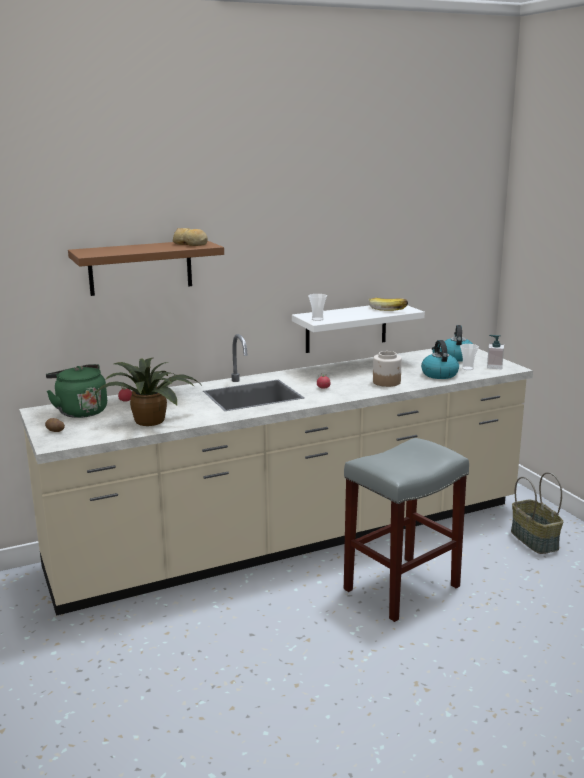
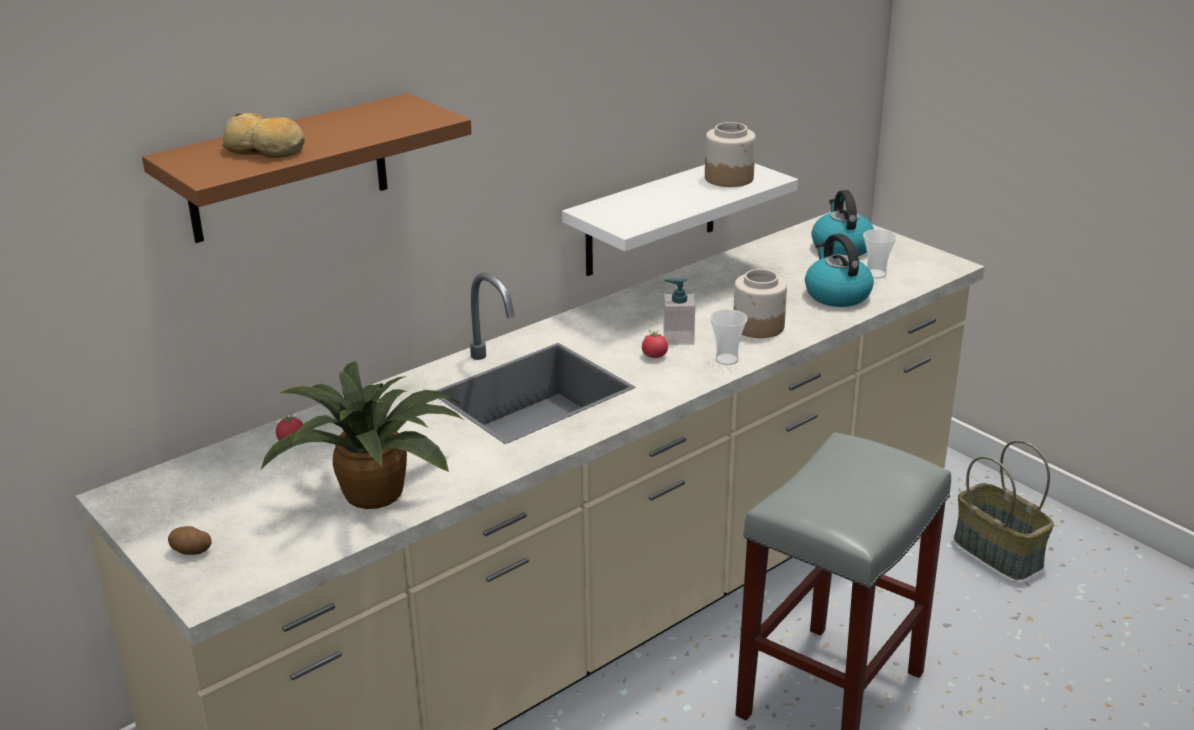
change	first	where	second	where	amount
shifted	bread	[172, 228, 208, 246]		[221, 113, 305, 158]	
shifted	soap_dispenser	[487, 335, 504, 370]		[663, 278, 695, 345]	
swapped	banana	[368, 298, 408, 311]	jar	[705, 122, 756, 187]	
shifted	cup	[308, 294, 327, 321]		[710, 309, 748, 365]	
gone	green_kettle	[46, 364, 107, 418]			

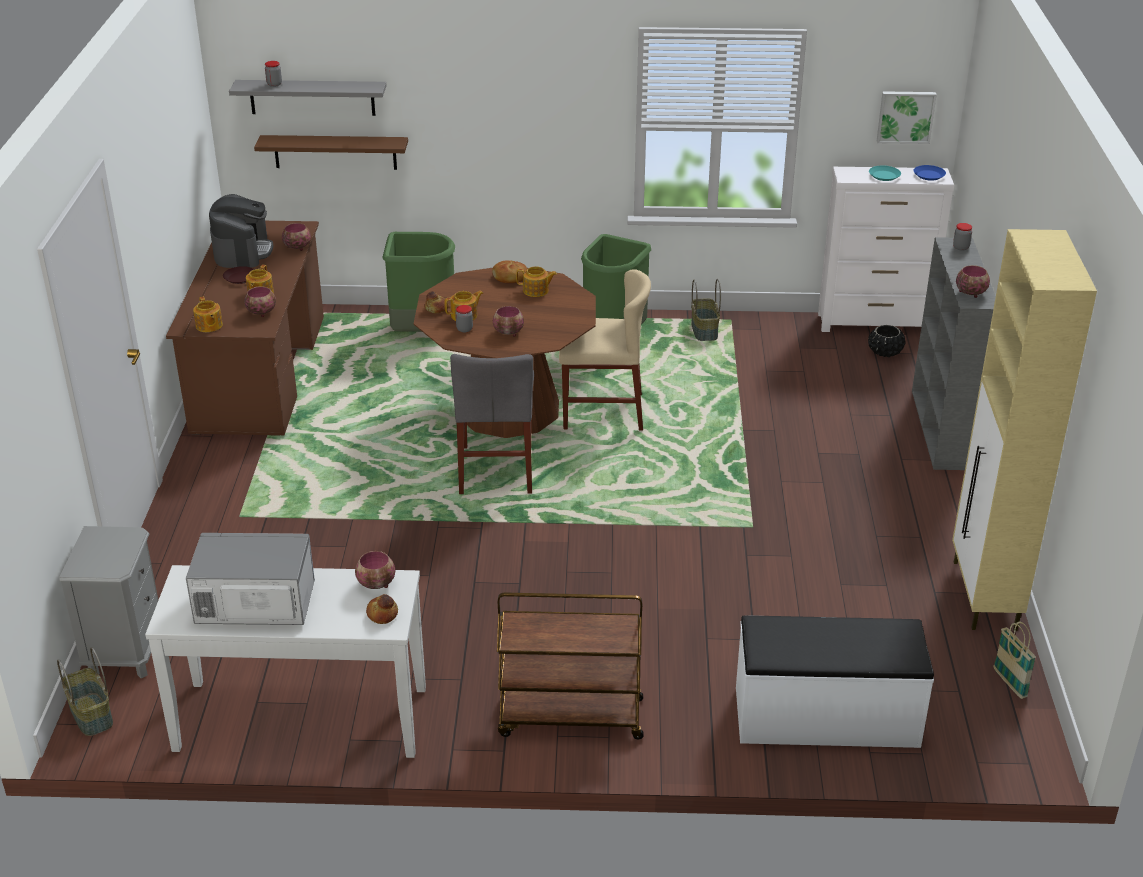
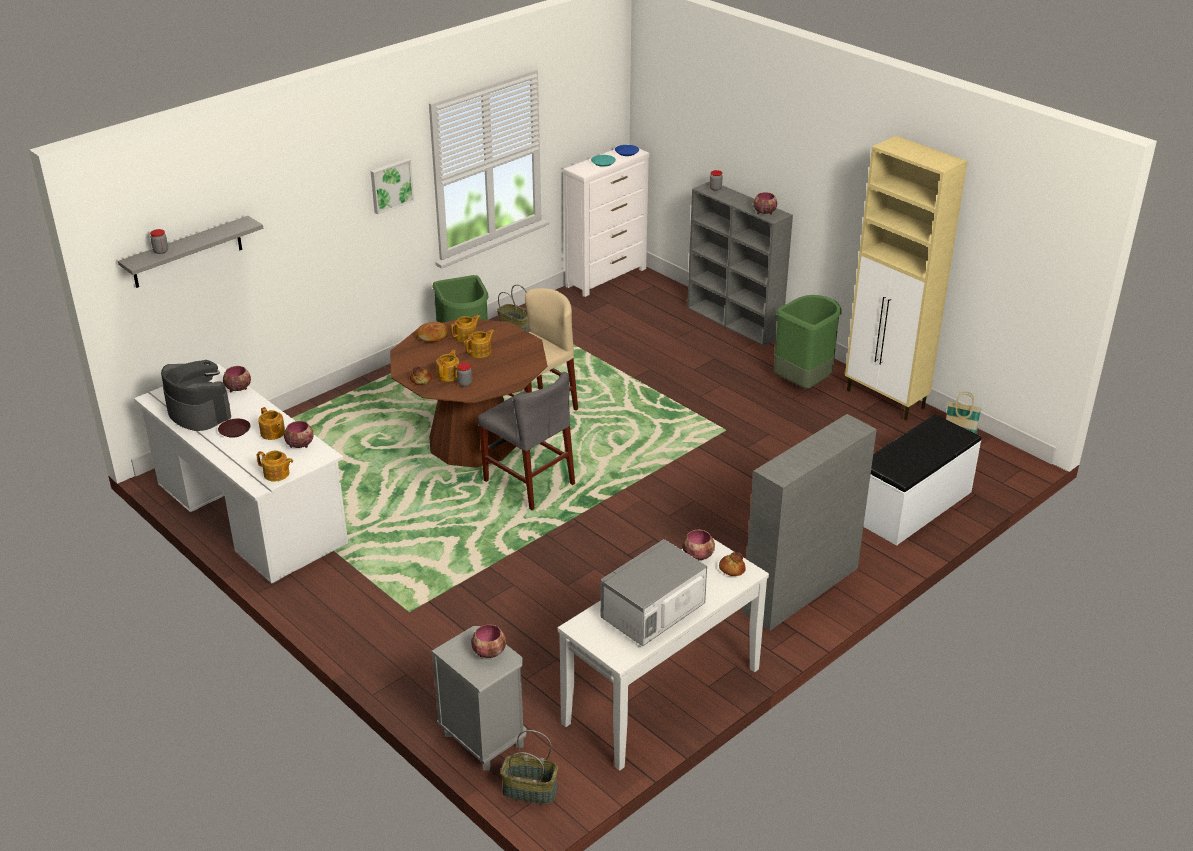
change	first	where	second	where	amount
repainted	brown_desk	[166, 221, 324, 436]	white_desk	[134, 364, 348, 583]	
shifted	picture	[877, 91, 937, 144]		[371, 158, 414, 214]	
new			teapot	[465, 330, 495, 358]	
shifted	bowl	[493, 306, 524, 337]		[471, 624, 506, 658]	
swapped	brown_cart	[497, 592, 644, 739]	grey_bookcase	[742, 414, 877, 631]	
shifted	green_trash_can	[382, 232, 455, 332]		[774, 295, 842, 389]	
gone	brown_shelf	[254, 135, 408, 170]			
gone	black_planter	[868, 325, 905, 357]			

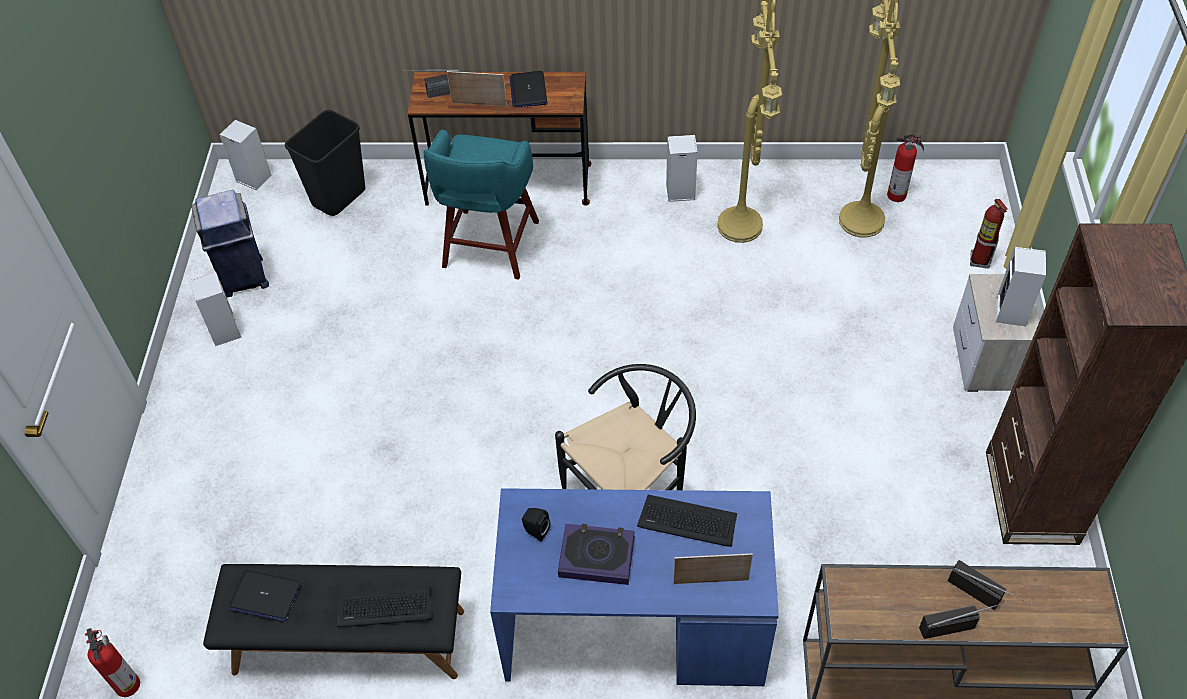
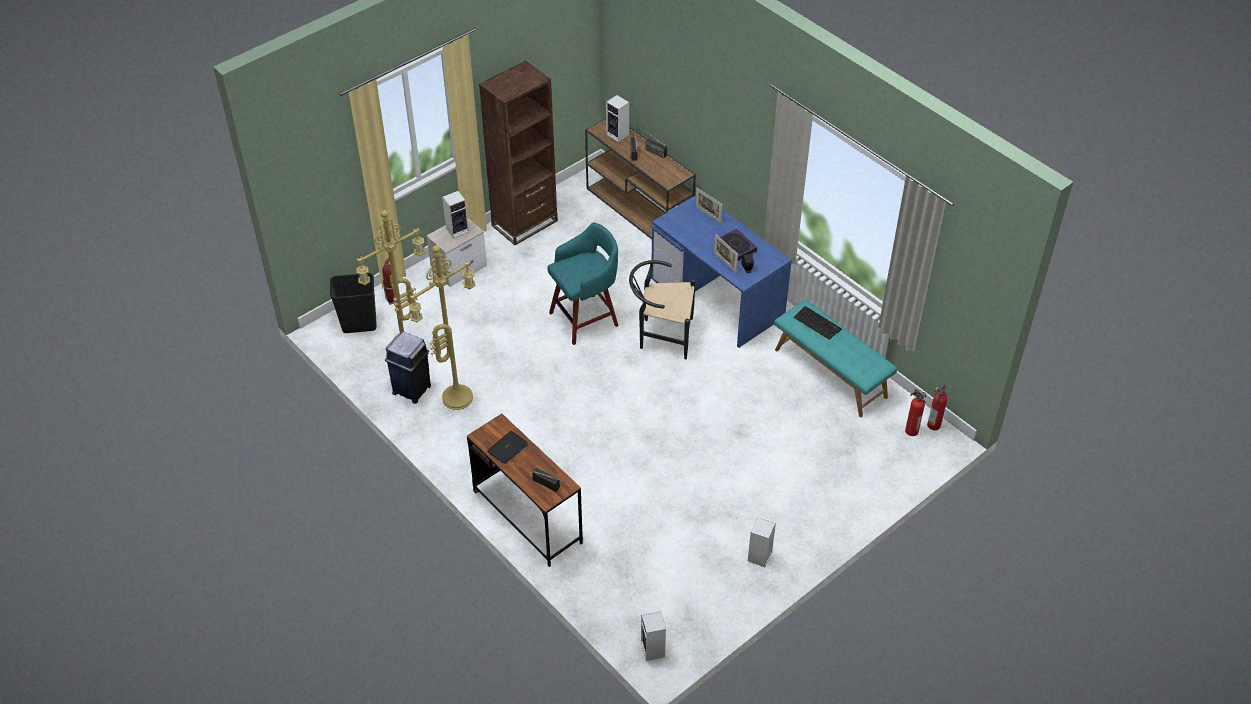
change	first	where	second	where	amount
shifted	black_trash_can	[285, 110, 365, 216]		[330, 273, 376, 333]	
shifted	blue_trash_can	[191, 190, 269, 298]		[385, 331, 431, 404]	
shifted	turquoise_stool	[424, 129, 539, 280]		[547, 222, 619, 345]	
shifted	speaker	[666, 135, 698, 202]		[606, 95, 629, 142]	
shifted	picture_frame	[447, 71, 507, 106]		[714, 234, 738, 273]	
repainted	black_bench	[203, 564, 464, 679]	turquoise_bench	[774, 300, 897, 417]	
shifted	fire_extinguisher	[887, 134, 924, 202]		[905, 389, 927, 436]	
gone	laptop	[229, 570, 301, 622]			
gone	keyboard	[637, 495, 737, 547]			

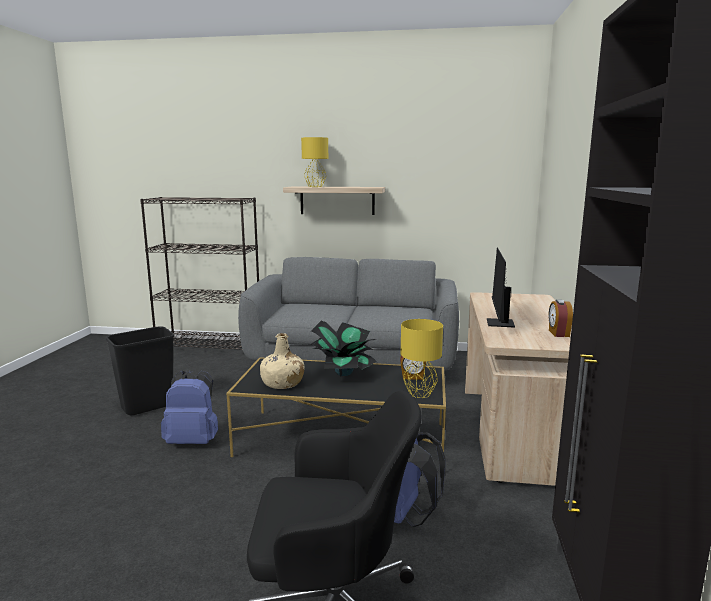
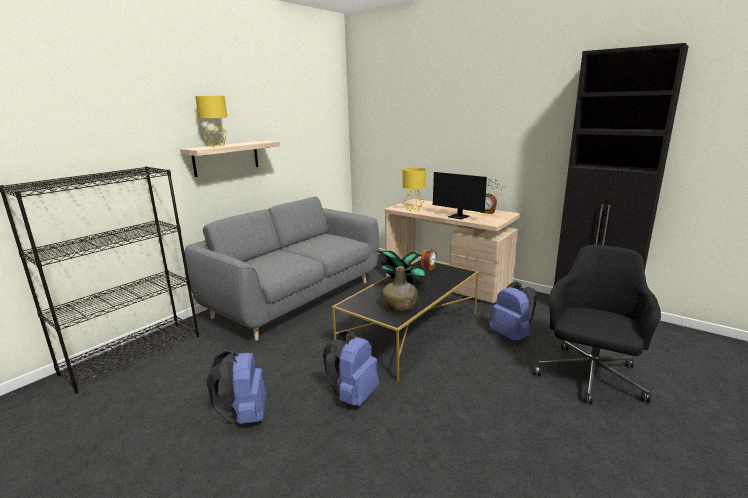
change	first	where	second	where	amount
swapped	black_trash_can	[106, 326, 175, 415]	blue_backpack	[207, 350, 267, 424]	
repainted	beige_bottle	[260, 333, 305, 389]	green_bottle	[382, 266, 418, 312]	
shifted	yellow_table_lamp	[401, 319, 443, 398]		[402, 168, 426, 212]	

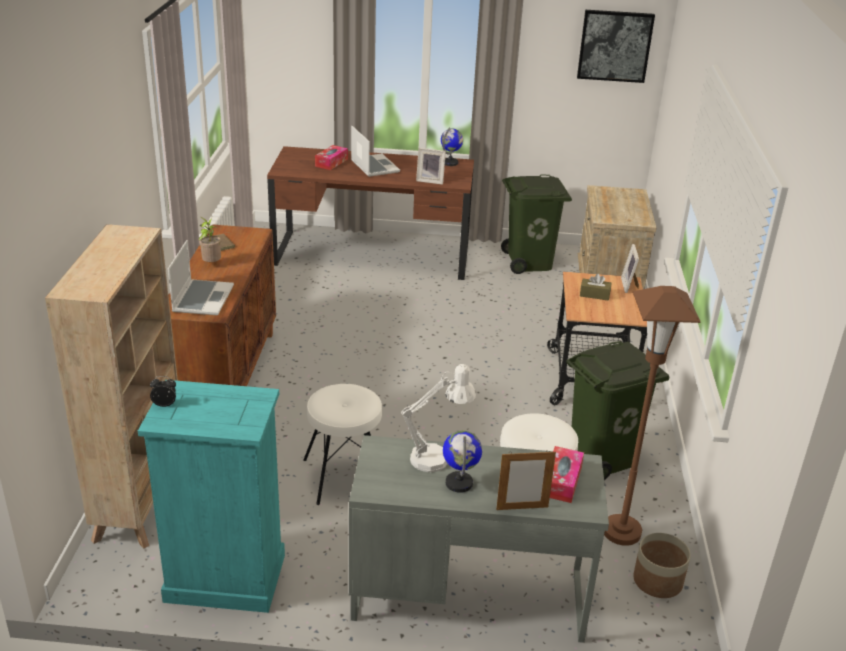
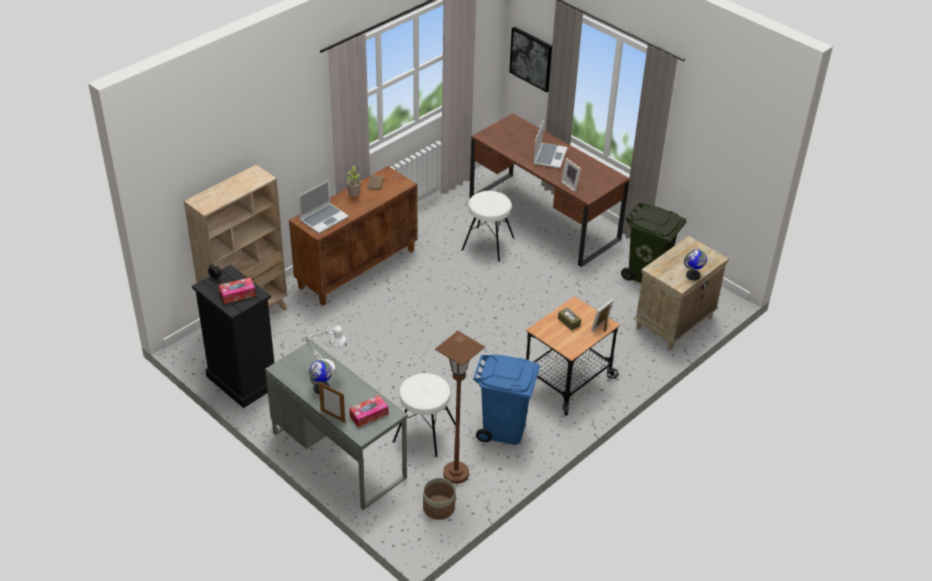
change	first	where	second	where	amount
repainted	turquoise_dresser	[138, 380, 285, 613]	black_dresser	[192, 264, 274, 408]	
shifted	tissue_box	[315, 145, 348, 170]		[219, 278, 256, 304]	
shifted	white_stool	[303, 384, 382, 505]		[461, 191, 514, 262]	
repainted	green_trash_can	[566, 341, 669, 480]	blue_trash_can	[473, 354, 540, 445]	
shifted	picture	[577, 10, 655, 83]		[509, 27, 552, 92]	
shifted	globe	[441, 128, 463, 166]		[684, 249, 707, 280]	

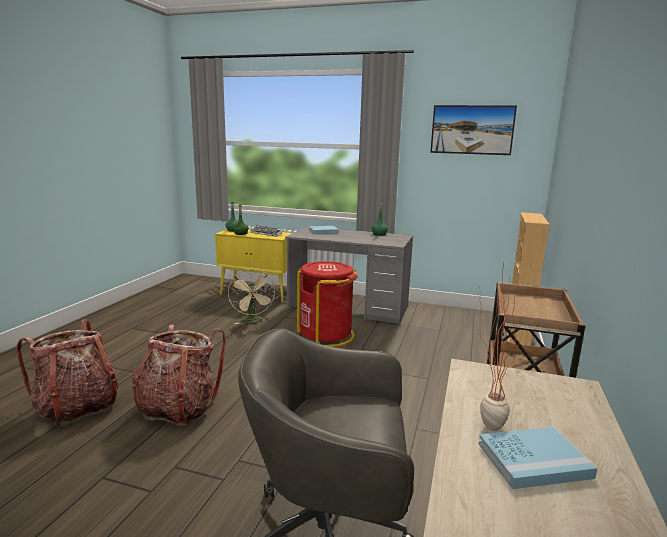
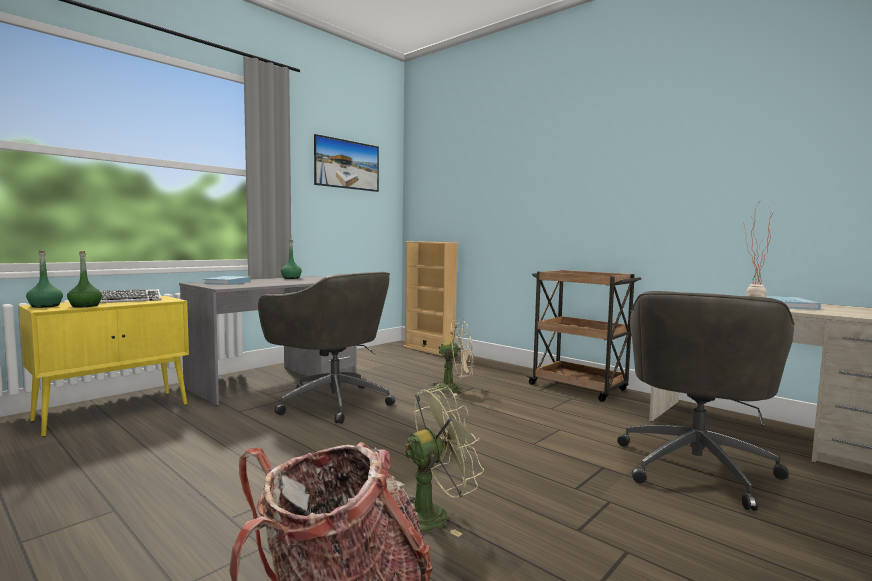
change	first	where	second	where	amount
swapped	red_trash_can	[297, 261, 358, 347]	grey_office_chair	[258, 272, 395, 424]	
swapped	backpack	[132, 324, 226, 426]	green_fan	[405, 387, 484, 537]	
shifted	beige_fan	[228, 269, 275, 324]		[429, 319, 474, 396]	

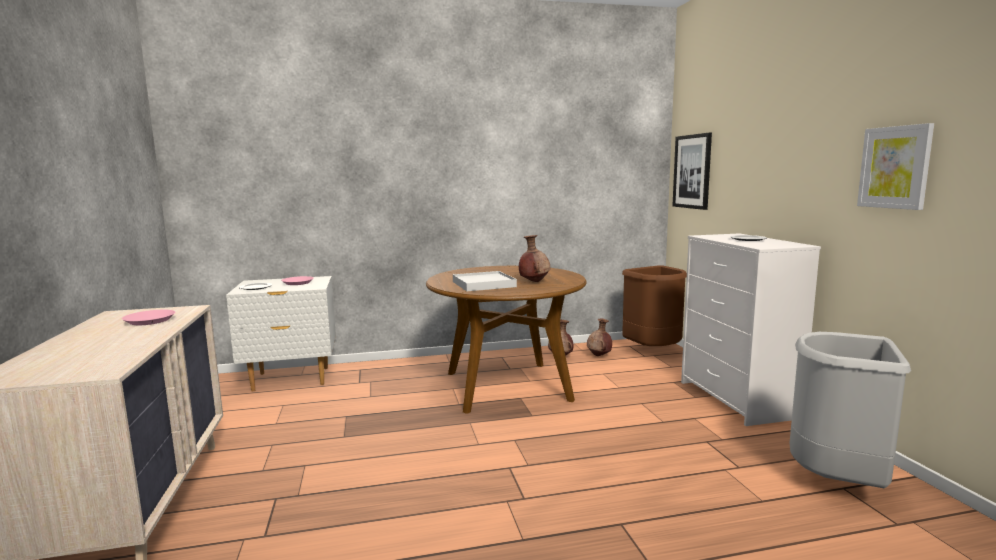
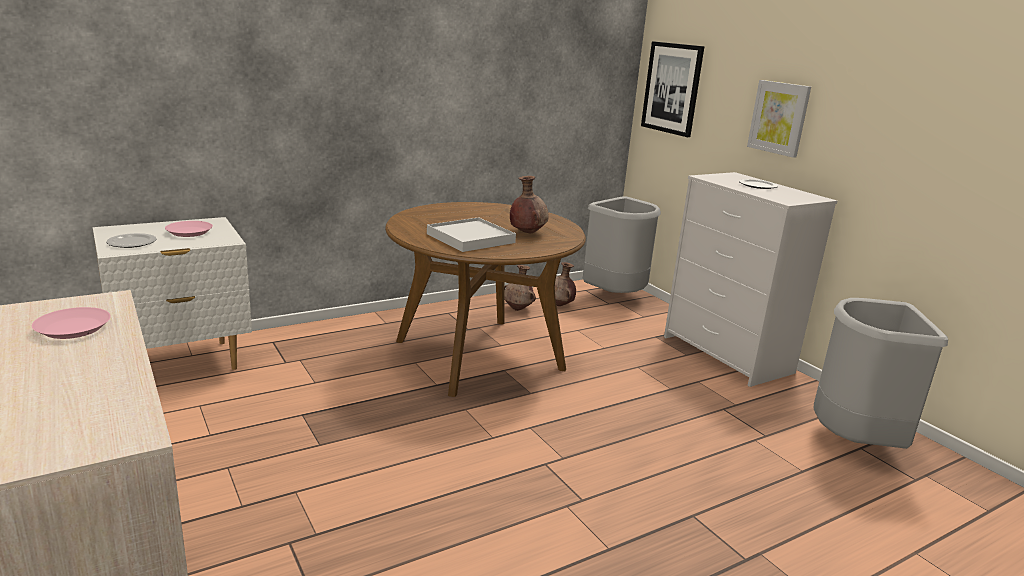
change	first	where	second	where	amount
repainted	brown_trash_can	[622, 266, 687, 346]	grey_trash_can	[583, 197, 661, 293]	
shifted	picture	[857, 123, 934, 210]		[747, 80, 811, 158]	

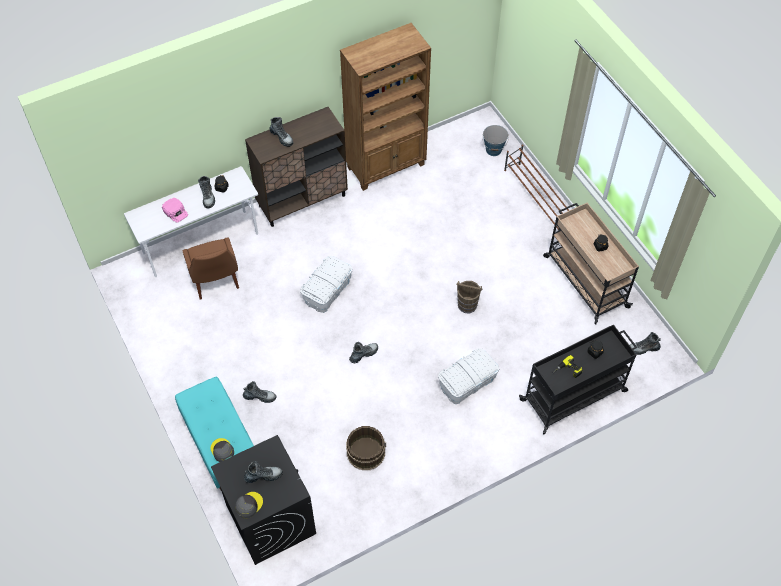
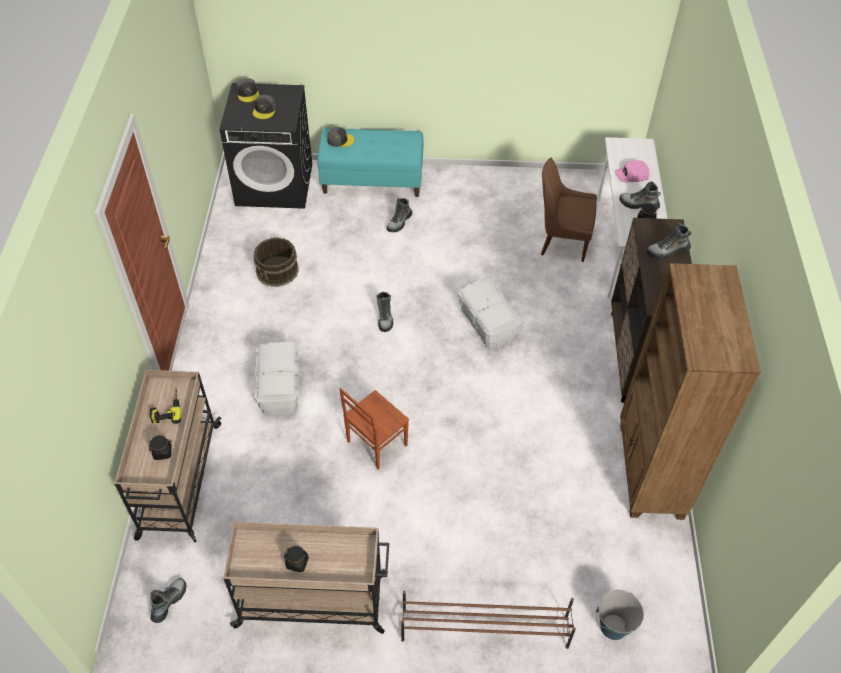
change	first	where	second	where	amount
repainted	black_cart	[519, 324, 637, 435]	beige_cart	[114, 370, 222, 543]	
swapped	boot	[244, 461, 283, 483]	grey_cap	[253, 95, 277, 119]	
swapped	brown_bucket	[457, 281, 482, 313]	brown_chair	[340, 388, 409, 470]	

